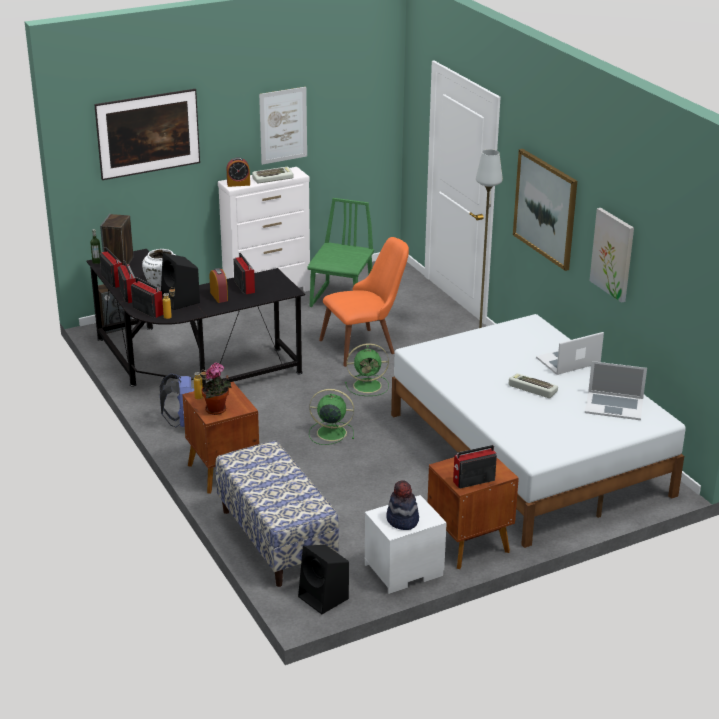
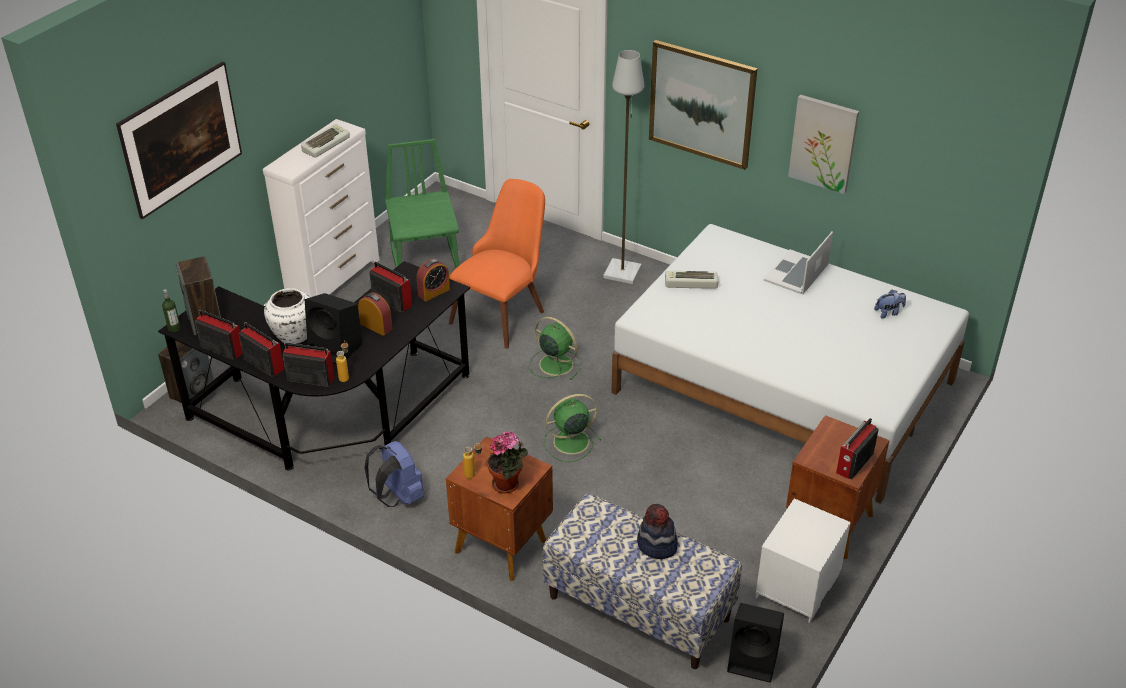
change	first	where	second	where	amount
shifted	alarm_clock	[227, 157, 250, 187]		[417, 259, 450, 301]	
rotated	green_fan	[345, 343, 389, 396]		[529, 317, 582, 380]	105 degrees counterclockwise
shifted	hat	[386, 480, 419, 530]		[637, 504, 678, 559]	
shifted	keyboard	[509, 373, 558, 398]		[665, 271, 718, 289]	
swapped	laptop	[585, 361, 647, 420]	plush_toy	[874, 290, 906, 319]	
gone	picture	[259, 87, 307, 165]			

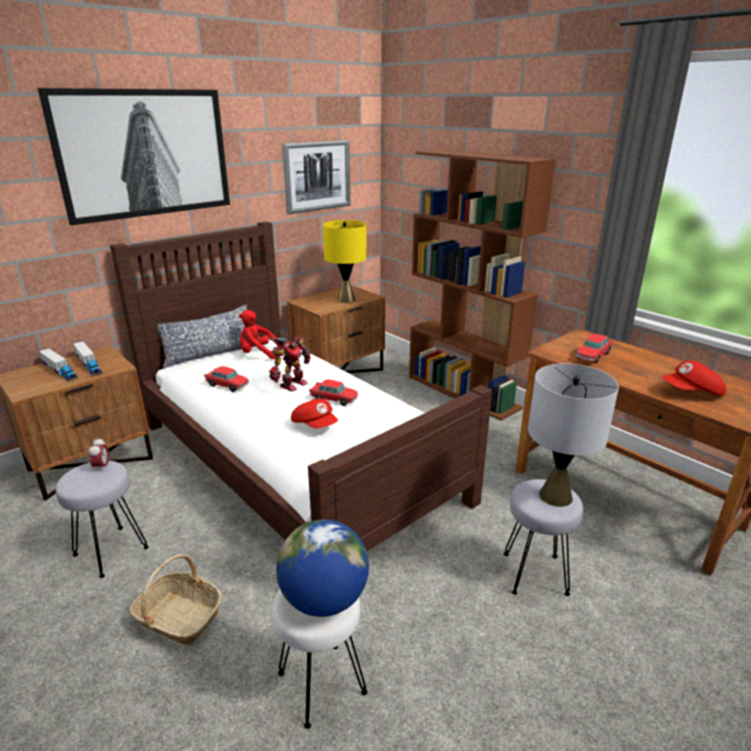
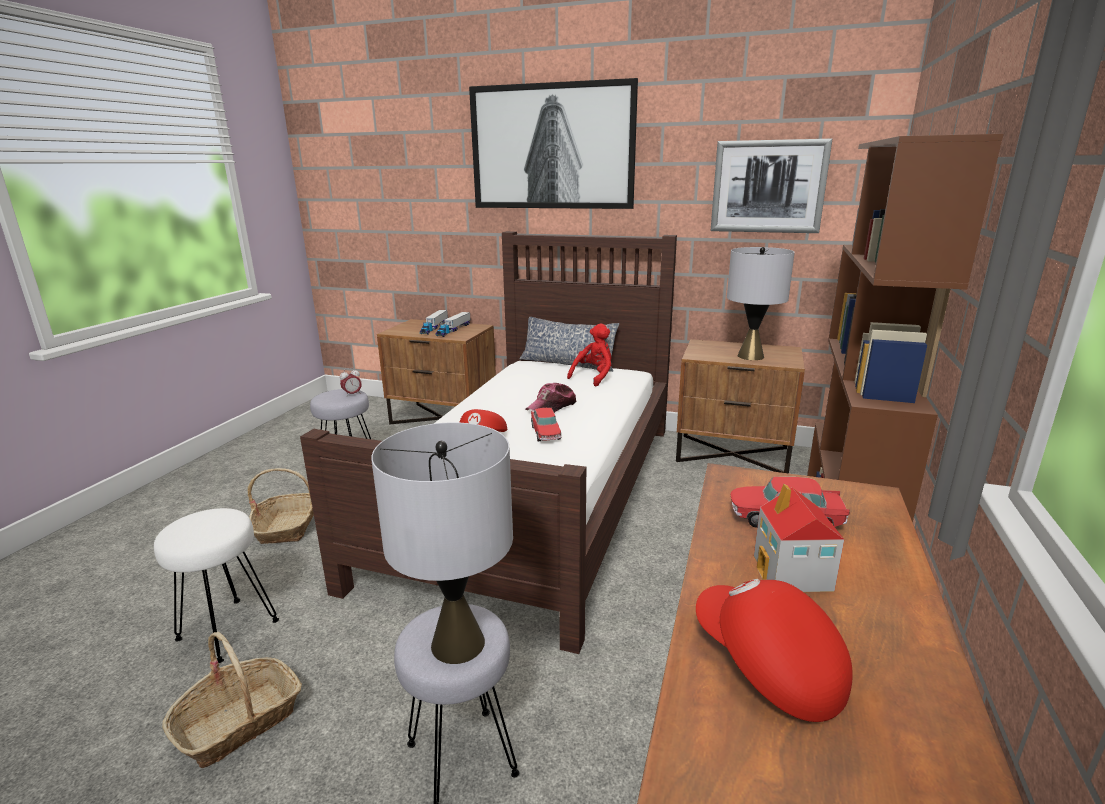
change	first	where	second	where	amount
new			basket	[162, 632, 302, 768]	
swapped	toy_robot	[269, 336, 311, 392]	cap	[525, 383, 577, 413]	
rotated	red_plush_toy	[239, 310, 283, 359]		[567, 324, 611, 386]	60 degrees clockwise
repainted	yellow_table_lamp	[323, 220, 367, 303]	grey_table_lamp	[727, 247, 795, 360]	
new			toy_house	[754, 484, 844, 592]	
gone	toy_car	[204, 366, 249, 392]			
gone	globe	[276, 519, 369, 617]			

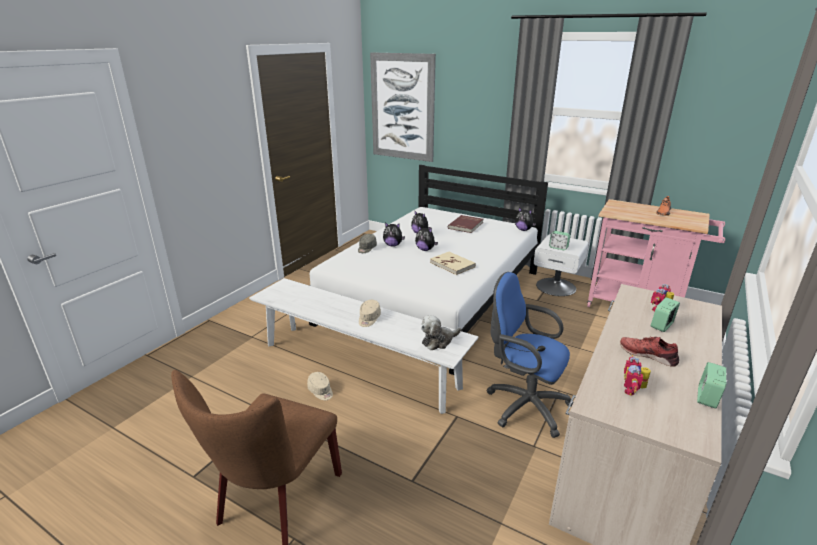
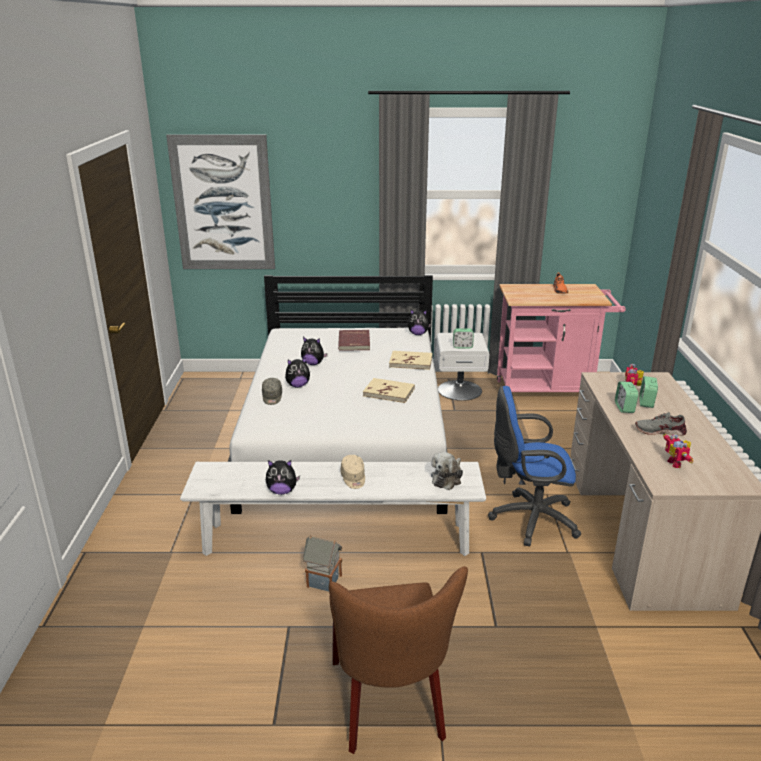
change	first	where	second	where	amount
shifted	plush_toy	[415, 226, 438, 251]		[266, 460, 300, 495]	
swapped	beige_cap	[307, 372, 333, 400]	toy_house	[303, 535, 342, 592]	
new			beige_book	[389, 351, 432, 370]	
shifted	alarm_clock	[697, 362, 727, 408]		[615, 382, 639, 413]	
repainted	red_shoe	[620, 337, 679, 367]	grey_shoe	[635, 412, 687, 436]	

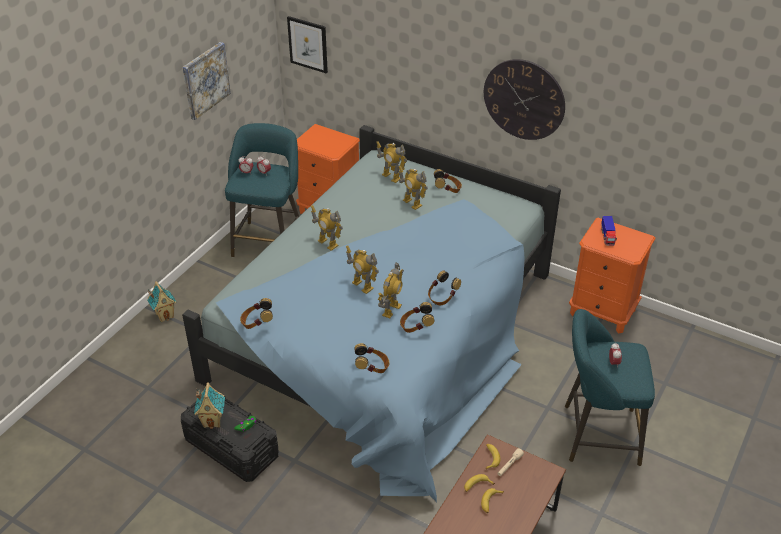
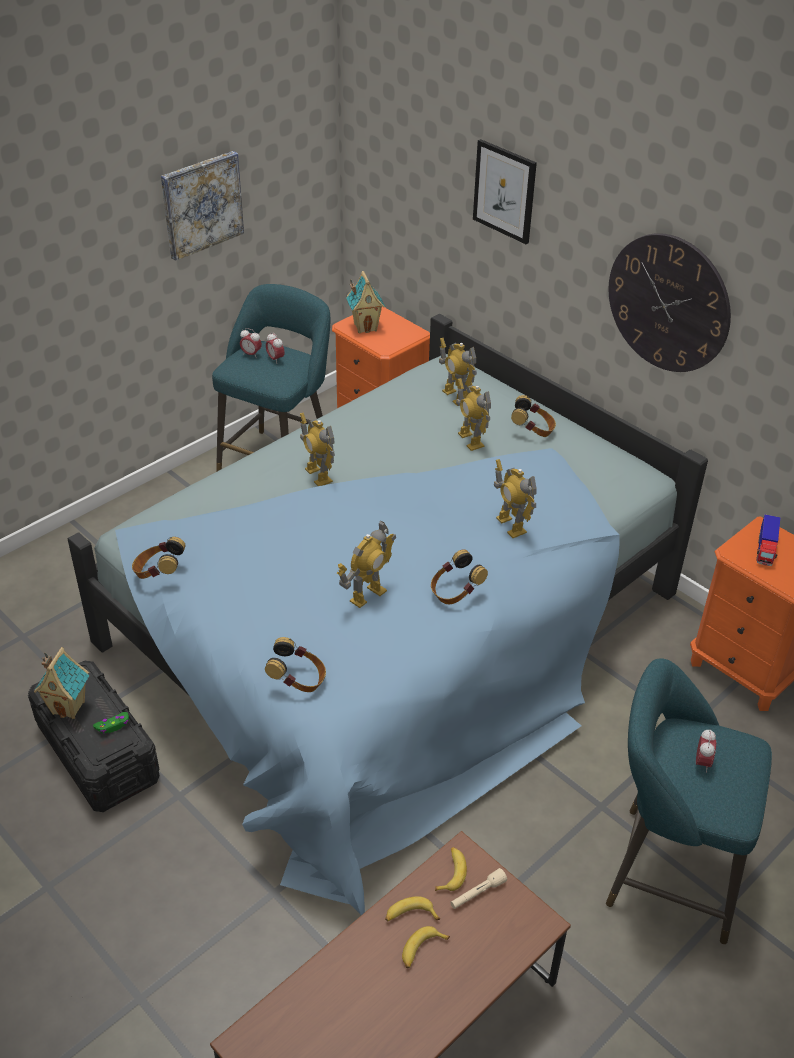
change	first	where	second	where	amount
shifted	toy_house	[147, 281, 177, 322]		[346, 271, 385, 333]	
shifted	picture	[287, 16, 328, 73]		[473, 139, 537, 244]	
shifted	toy_robot	[346, 246, 379, 294]		[494, 459, 537, 538]	
gone	headphones	[400, 302, 434, 333]			

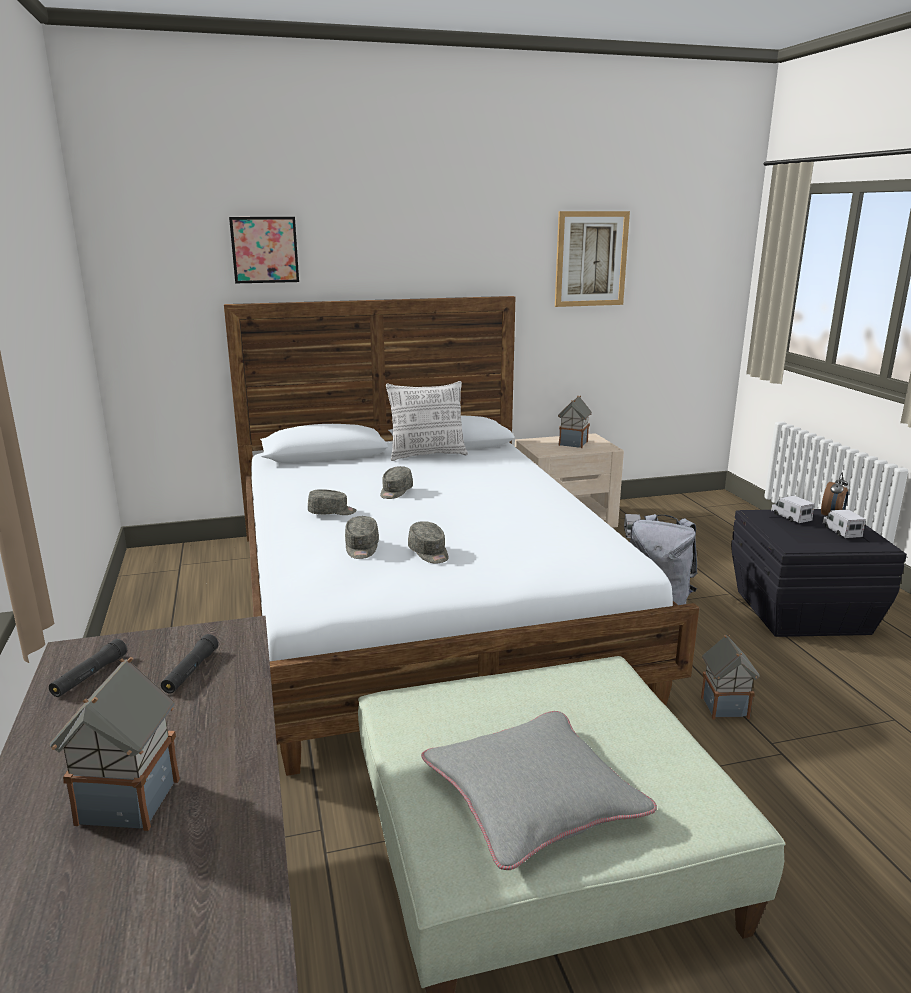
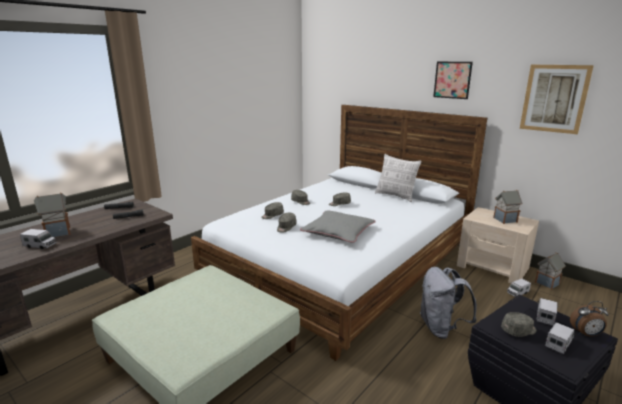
change	first	where	second	where	amount
new			toy_truck	[20, 229, 57, 249]	
shifted	grey_pillow	[421, 711, 657, 870]		[300, 210, 376, 243]	
shifted	picture	[229, 217, 299, 283]		[433, 62, 473, 99]	
new			grey_cap	[501, 312, 536, 337]	
shifted	toy_house	[701, 635, 760, 720]		[535, 252, 566, 290]	

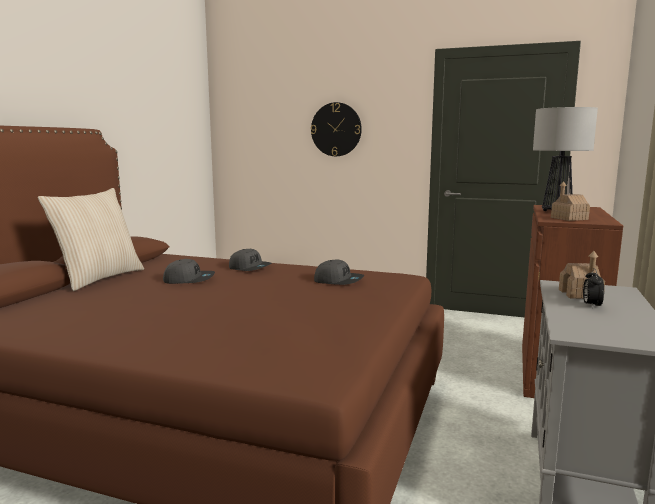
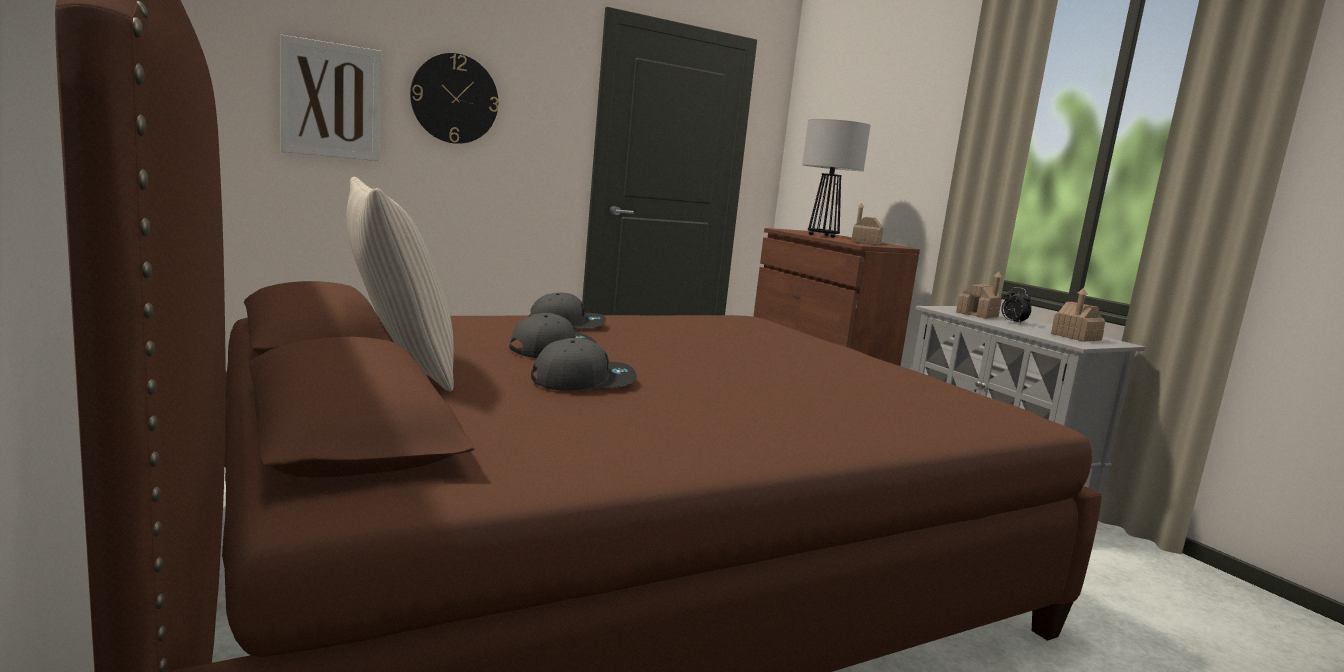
change	first	where	second	where	amount
new			picture	[280, 35, 381, 161]	
shifted	grey_cap	[314, 259, 364, 285]		[531, 338, 637, 390]	
new			toy_house	[1051, 288, 1105, 341]	

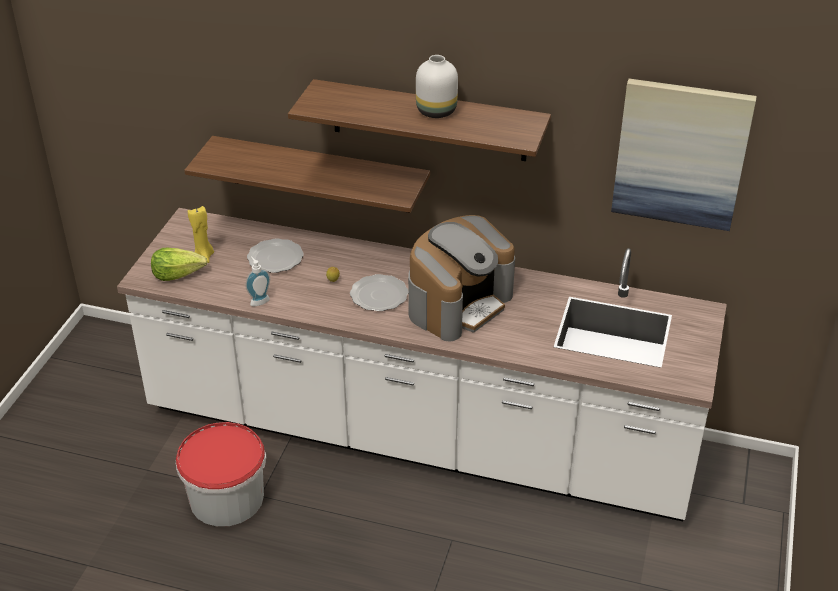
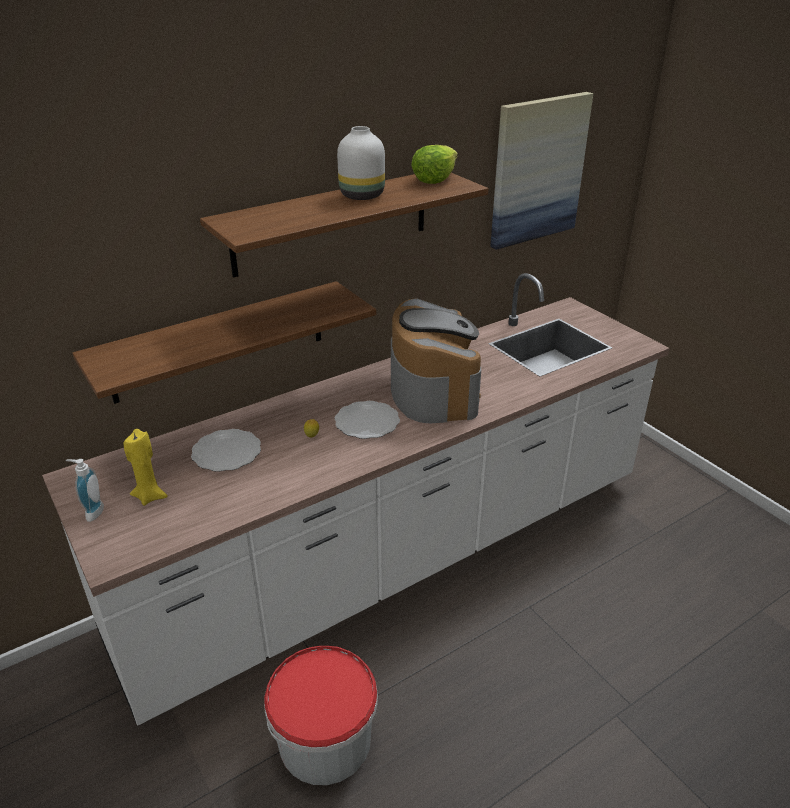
change	first	where	second	where	amount
shifted	soap_dispenser	[246, 256, 270, 306]		[66, 459, 104, 522]	
shifted	lettuce	[151, 248, 208, 281]		[411, 145, 458, 184]	

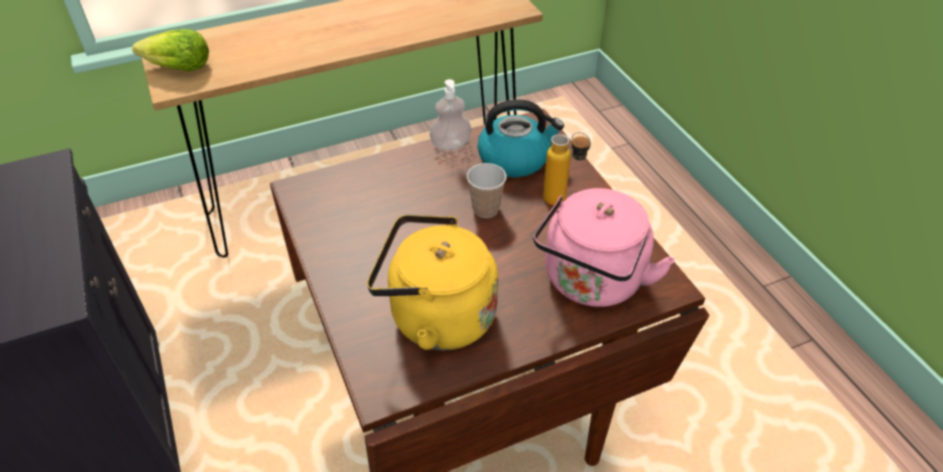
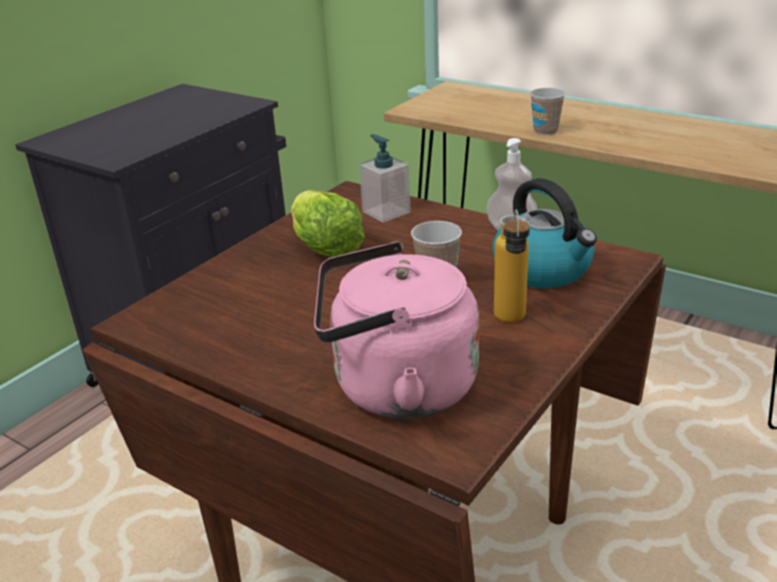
change	first	where	second	where	amount
shifted	lettuce	[132, 29, 209, 71]		[291, 190, 364, 257]	
new			soap_dispenser	[359, 134, 411, 223]	
new			cup	[530, 88, 565, 135]	
gone	yellow_kettle	[367, 215, 498, 351]			

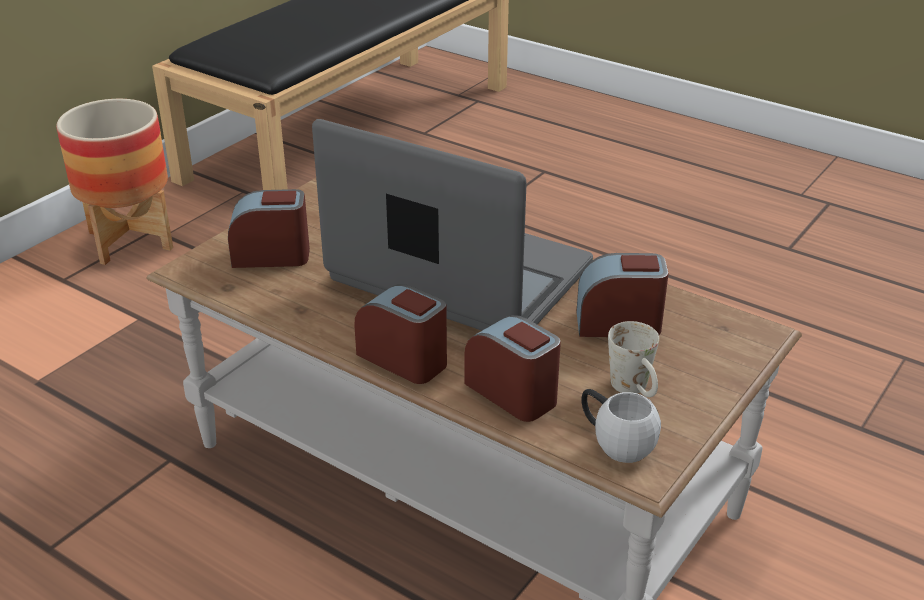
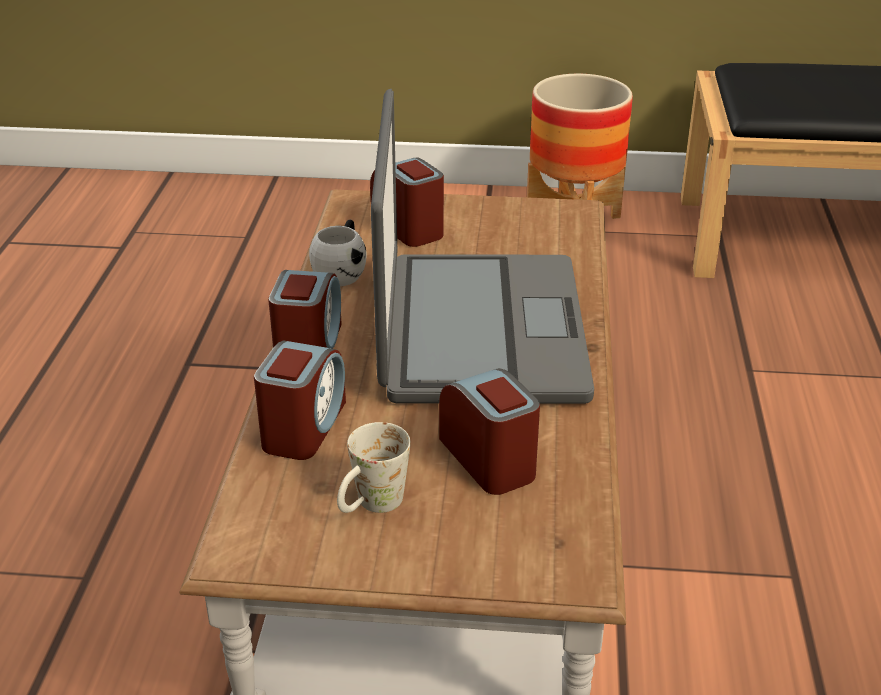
change	first	where	second	where	amount
shifted	white_mug	[581, 389, 661, 463]		[309, 220, 366, 286]	

